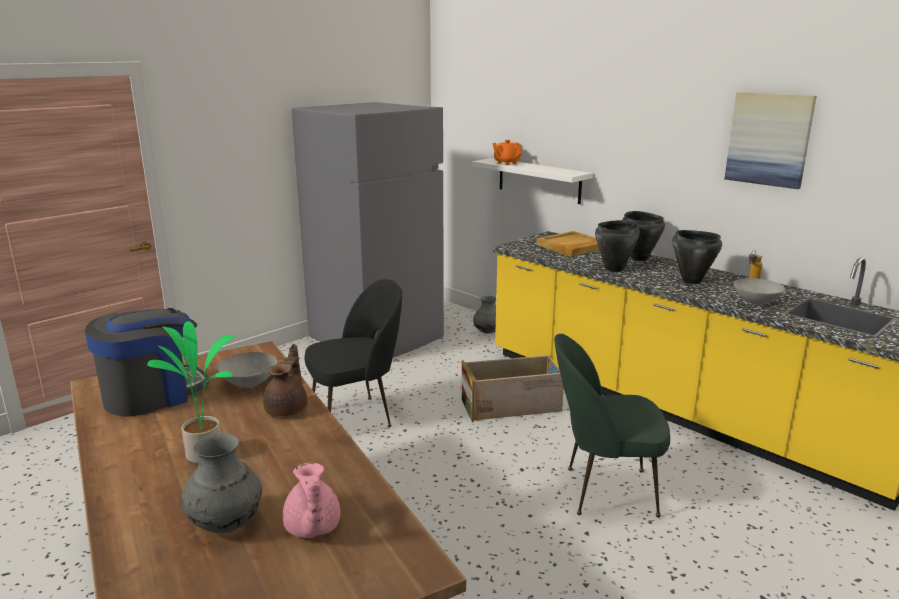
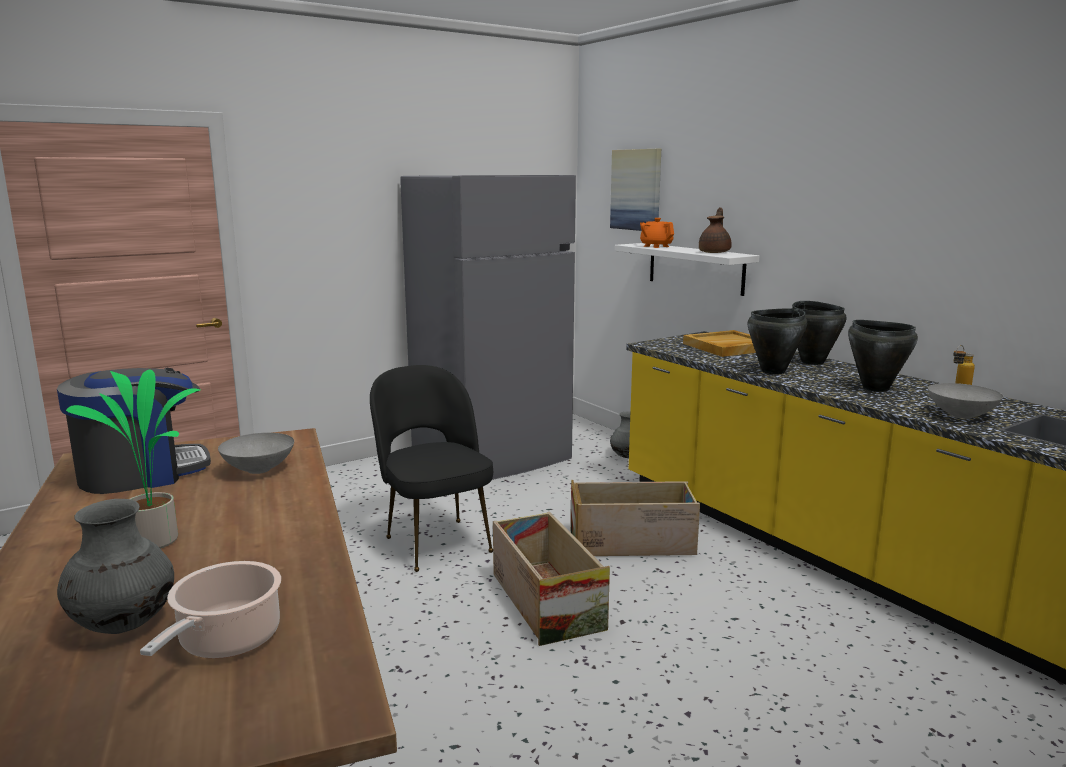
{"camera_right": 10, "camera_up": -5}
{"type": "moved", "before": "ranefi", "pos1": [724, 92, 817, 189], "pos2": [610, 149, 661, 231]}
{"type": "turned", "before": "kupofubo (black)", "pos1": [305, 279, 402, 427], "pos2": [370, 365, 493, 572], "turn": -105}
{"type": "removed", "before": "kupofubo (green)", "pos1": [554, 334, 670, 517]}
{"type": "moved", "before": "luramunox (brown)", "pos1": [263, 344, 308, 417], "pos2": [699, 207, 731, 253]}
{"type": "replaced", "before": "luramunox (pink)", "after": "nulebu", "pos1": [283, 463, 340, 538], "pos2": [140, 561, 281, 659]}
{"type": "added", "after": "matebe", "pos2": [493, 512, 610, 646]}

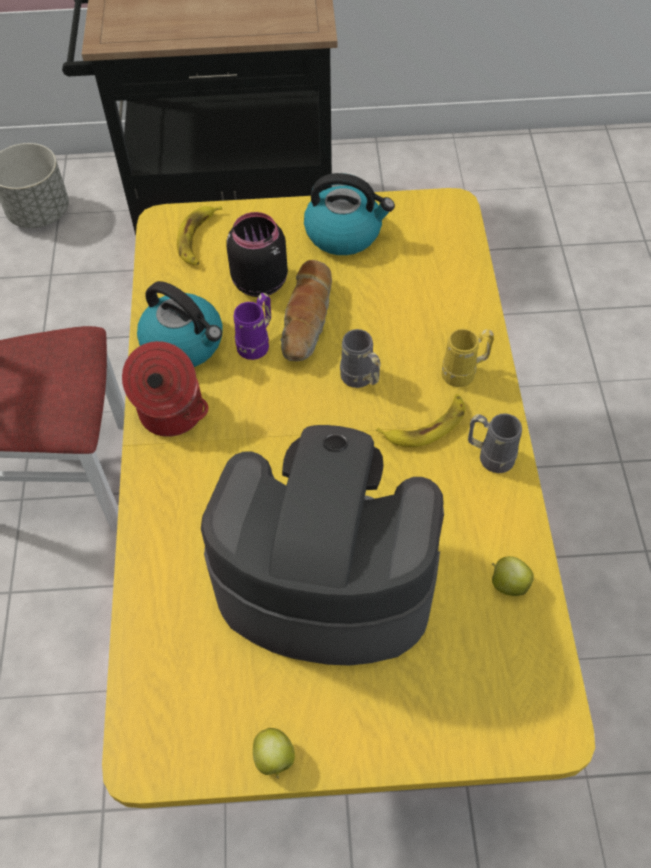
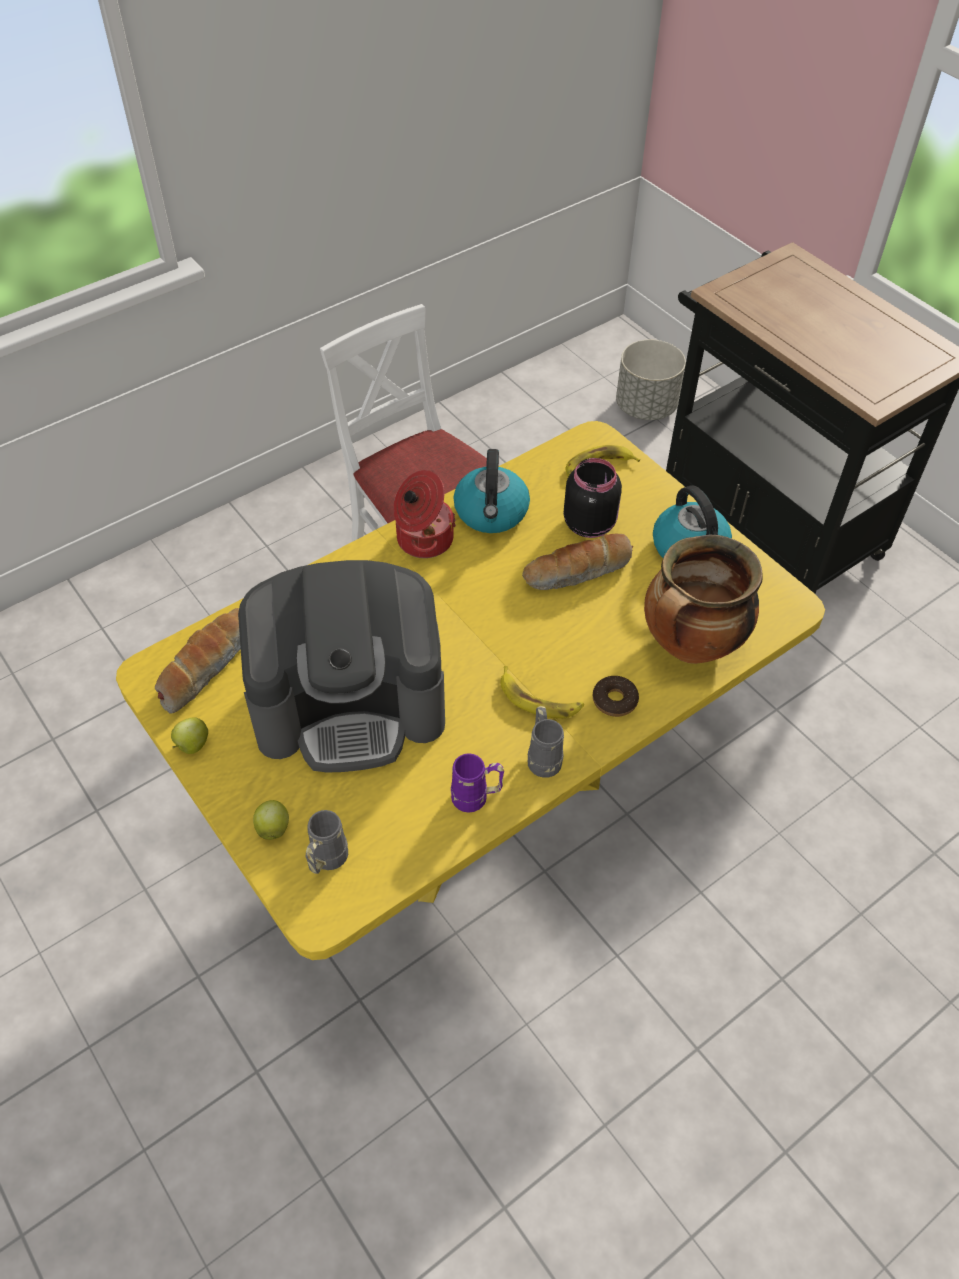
{"camera_right": 55, "camera_up": -5}
{"type": "moved", "before": "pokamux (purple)", "pos1": [234, 293, 271, 360], "pos2": [451, 753, 504, 813]}
{"type": "replaced", "before": "pokamux (yellow)", "after": "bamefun", "pos1": [441, 328, 494, 387], "pos2": [593, 676, 639, 717]}
{"type": "moved", "before": "pokamux (grey)", "pos1": [340, 329, 381, 388], "pos2": [306, 810, 348, 874]}
{"type": "turned", "before": "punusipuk", "pos1": [201, 425, 444, 665], "pos2": [238, 560, 445, 773], "turn": 105}
{"type": "moved", "before": "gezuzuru", "pos1": [492, 556, 534, 596], "pos2": [253, 800, 289, 840]}
{"type": "added", "after": "nulebu", "pos2": [644, 535, 763, 664]}
{"type": "added", "after": "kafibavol", "pos2": [155, 608, 241, 714]}

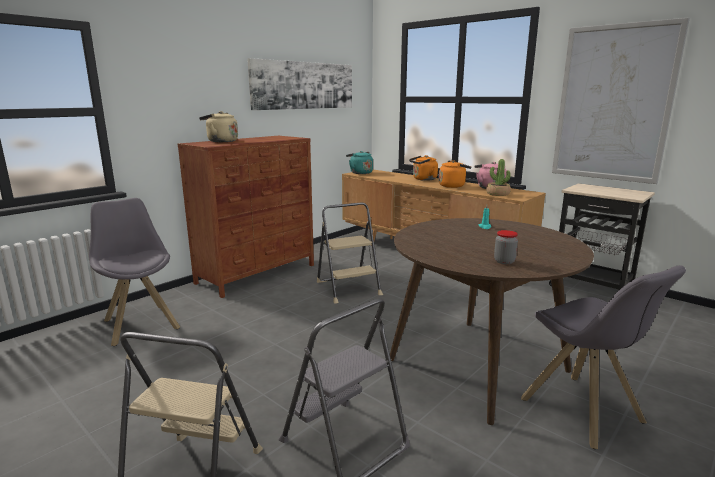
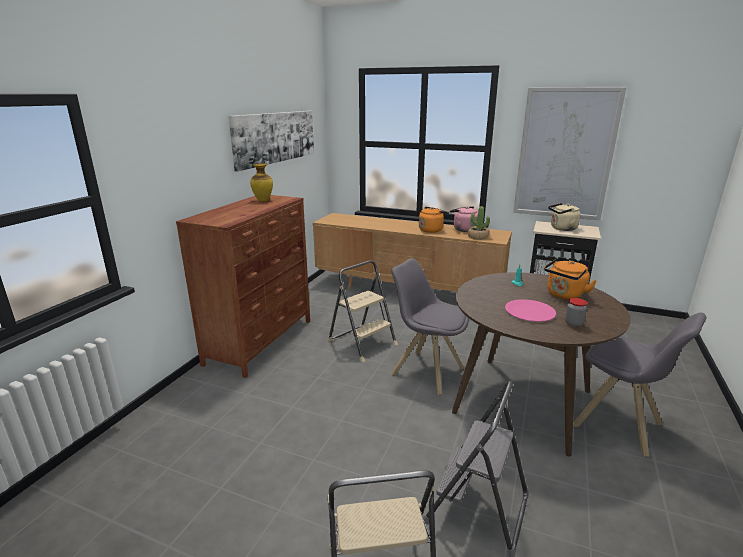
{"camera_right": -20, "camera_up": 5}
{"type": "moved", "before": "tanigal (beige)", "pos1": [199, 111, 238, 142], "pos2": [548, 203, 581, 231]}
{"type": "removed", "before": "tanigal (turquoise)", "pos1": [346, 151, 373, 174]}
{"type": "moved", "before": "tanigal (orange)", "pos1": [409, 155, 438, 181], "pos2": [544, 259, 596, 300]}
{"type": "moved", "before": "kupofubo (grey)", "pos1": [89, 198, 180, 346], "pos2": [391, 258, 469, 395]}
{"type": "added", "after": "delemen", "pos2": [250, 163, 273, 201]}
{"type": "added", "after": "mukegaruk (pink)", "pos2": [505, 299, 556, 322]}

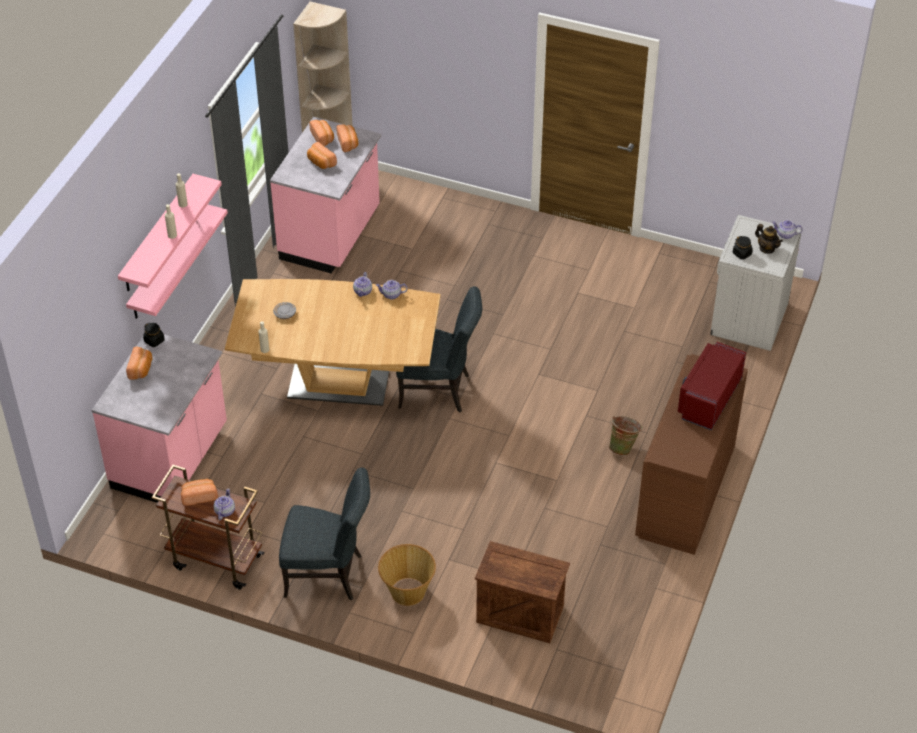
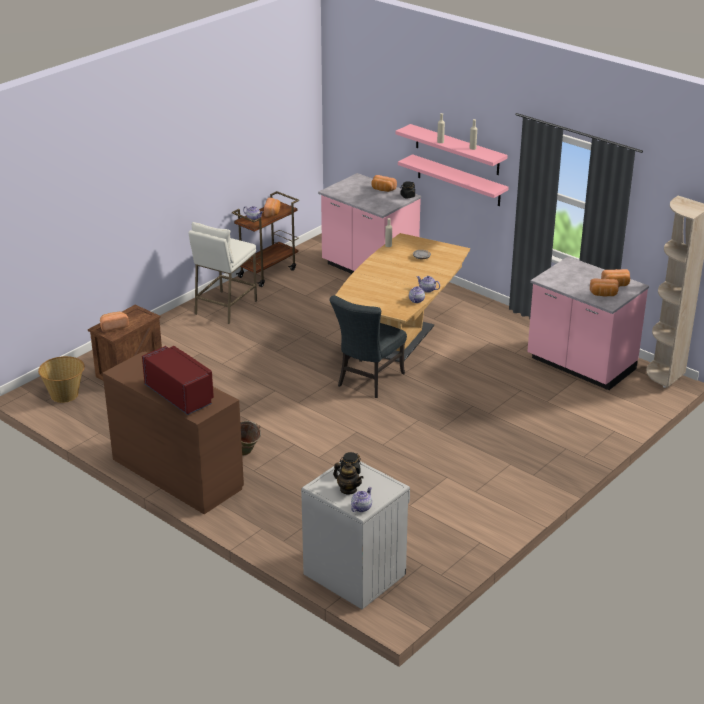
{"camera_right": 110, "camera_up": -15}
{"type": "moved", "before": "kafibavol", "pos1": [307, 142, 337, 169], "pos2": [100, 312, 129, 331]}
{"type": "turned", "before": "luramunox", "pos1": [755, 224, 783, 254], "pos2": [333, 462, 363, 494], "turn": -120}
{"type": "replaced", "before": "kupofubo (grey)", "after": "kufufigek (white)", "pos1": [279, 467, 370, 601], "pos2": [188, 222, 257, 324]}
{"type": "moved", "before": "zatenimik", "pos1": [378, 544, 436, 606], "pos2": [38, 356, 85, 403]}

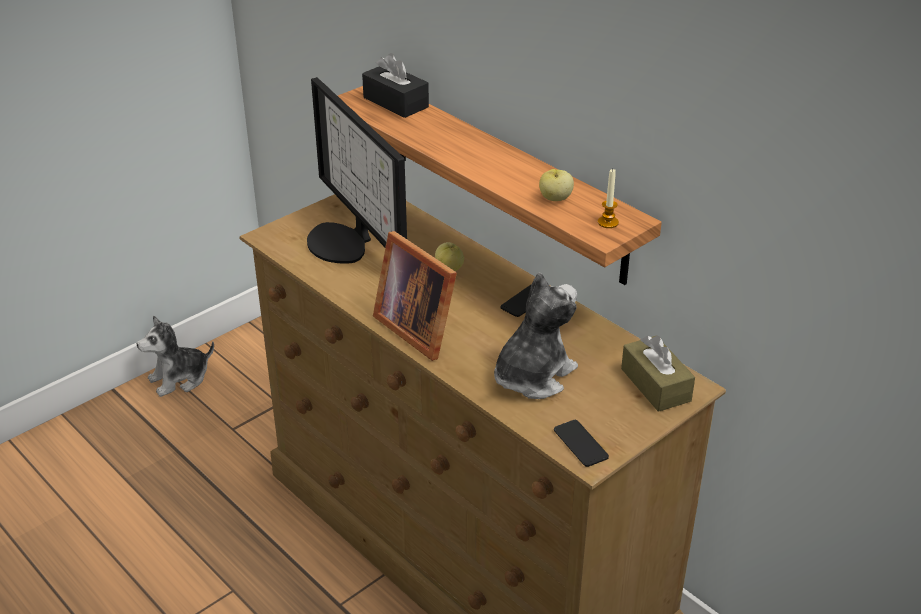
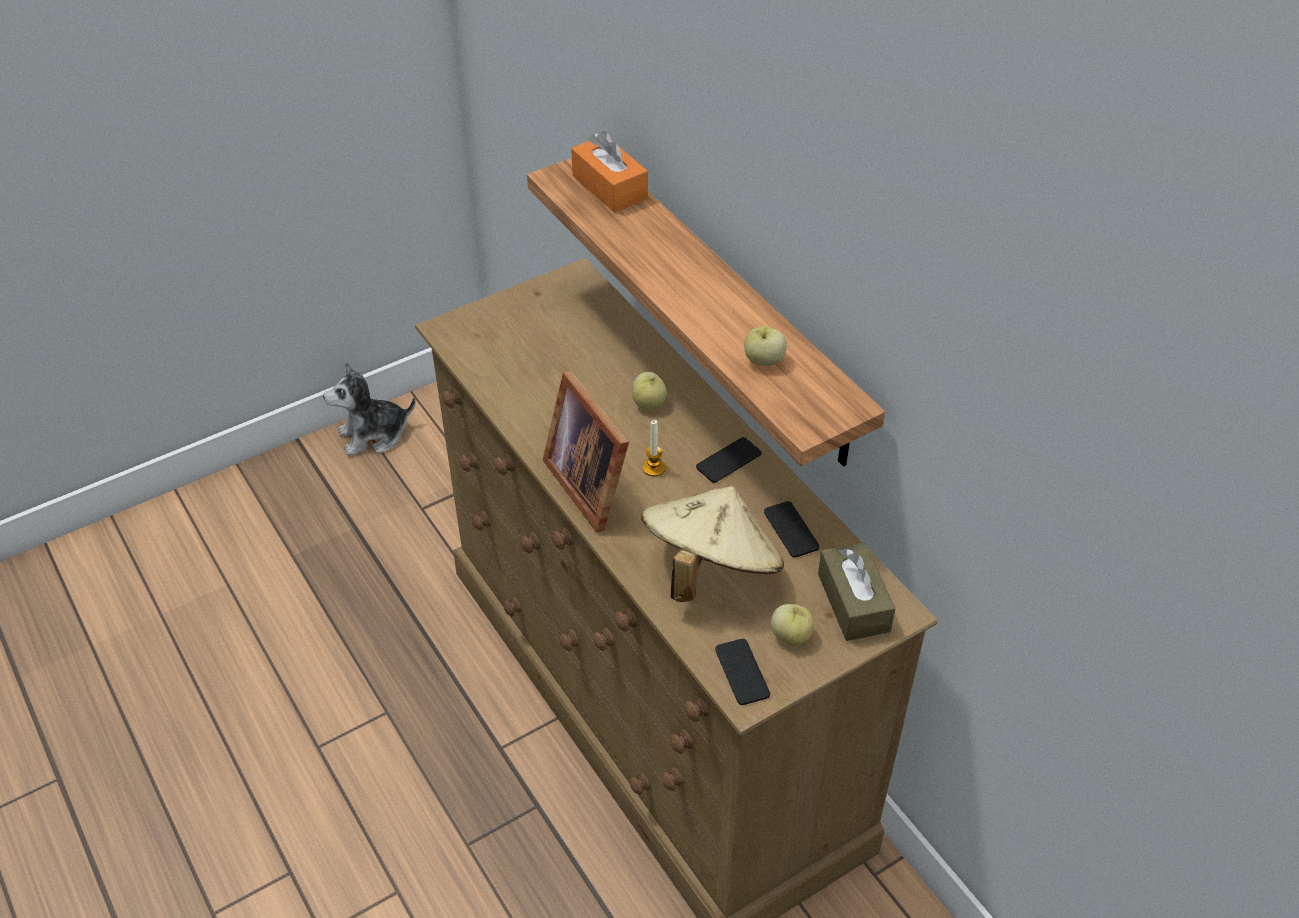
{"camera_right": 10, "camera_up": 10}
{"type": "recoloured", "before": "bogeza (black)", "after": "bogeza (orange)", "pos1": [362, 53, 429, 118], "pos2": [571, 131, 648, 213]}
{"type": "removed", "before": "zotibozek", "pos1": [307, 77, 407, 264]}
{"type": "moved", "before": "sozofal", "pos1": [598, 169, 619, 228], "pos2": [643, 420, 666, 476]}
{"type": "replaced", "before": "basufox", "after": "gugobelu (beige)", "pos1": [494, 272, 578, 399], "pos2": [641, 485, 784, 602]}
{"type": "added", "after": "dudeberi", "pos2": [764, 501, 819, 558]}
{"type": "added", "after": "gezuzuru", "pos2": [771, 604, 814, 646]}

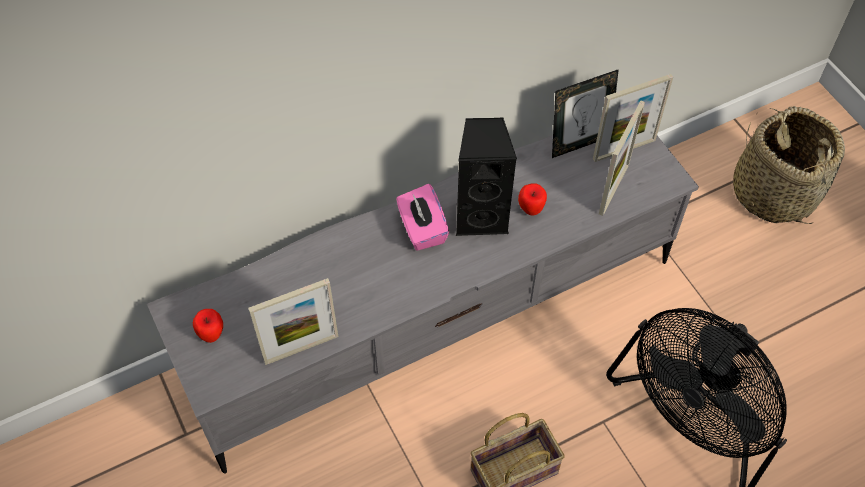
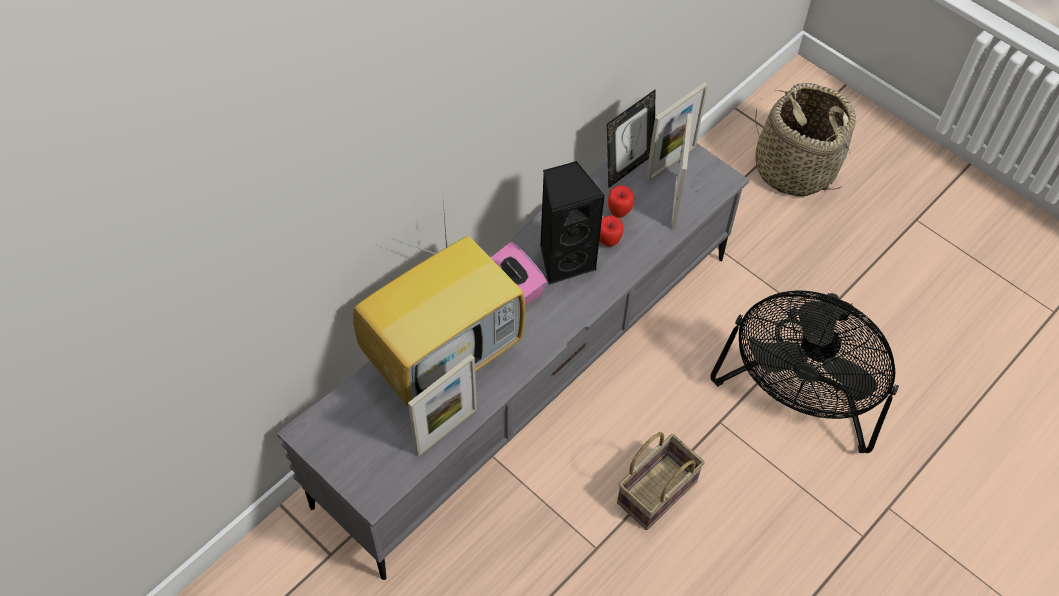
{"camera_right": -20, "camera_up": 0}
{"type": "moved", "before": "gezuzuru", "pos1": [193, 309, 223, 343], "pos2": [608, 185, 634, 218]}
{"type": "added", "after": "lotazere", "pos2": [353, 199, 525, 408]}

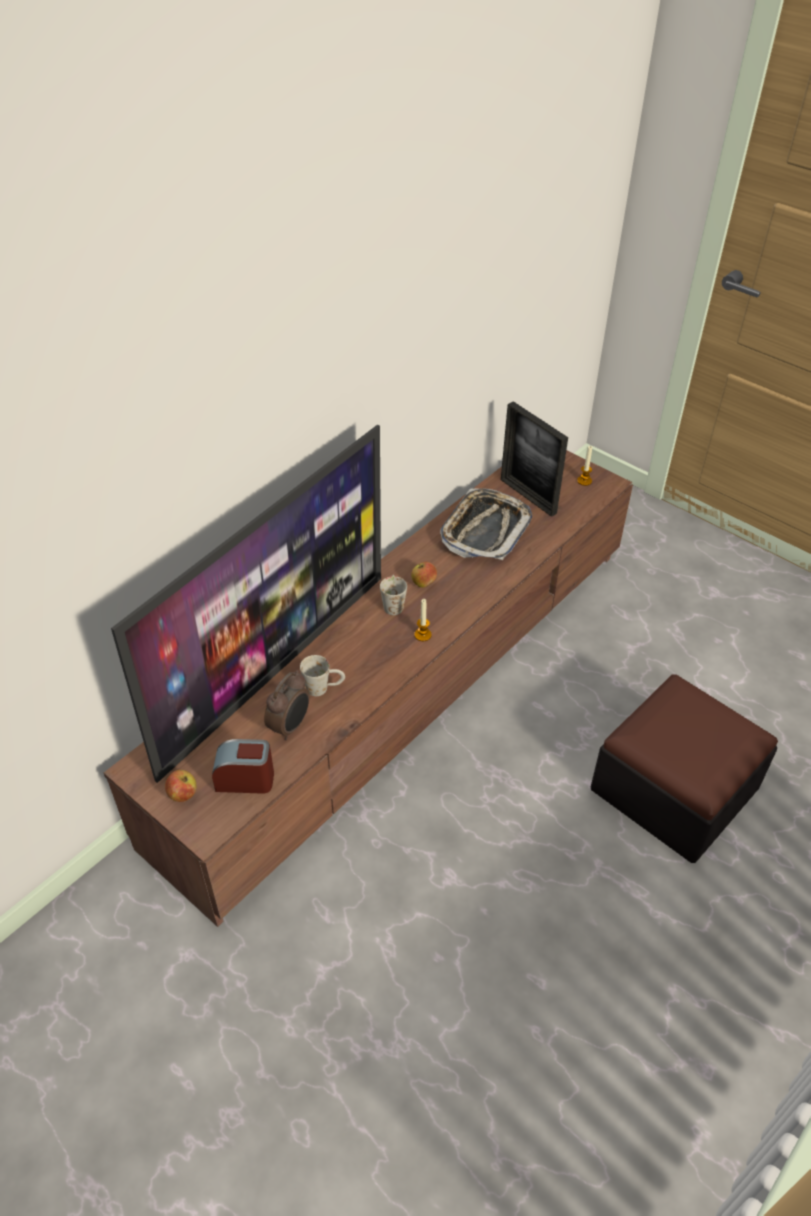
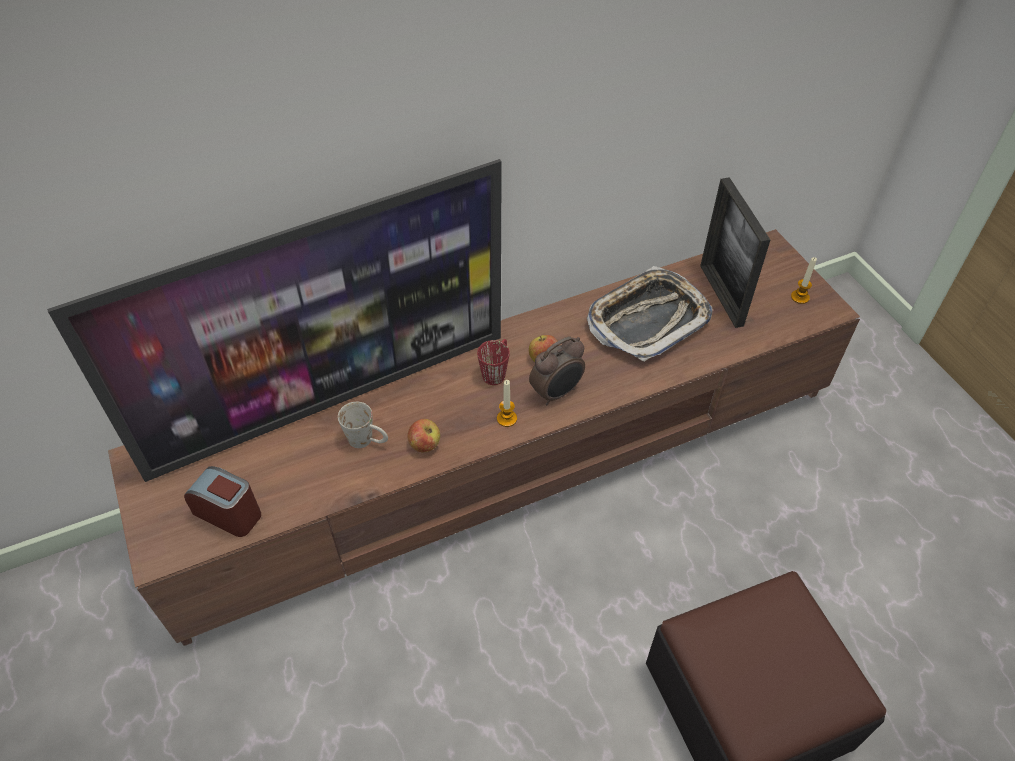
{"camera_right": 25, "camera_up": 5}
{"type": "recoloured", "before": "pokamux (white)", "after": "pokamux (red)", "pos1": [380, 575, 407, 615], "pos2": [477, 339, 510, 385]}
{"type": "moved", "before": "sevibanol", "pos1": [264, 670, 309, 740], "pos2": [529, 336, 585, 405]}
{"type": "moved", "before": "gezuzuru", "pos1": [165, 770, 196, 802], "pos2": [407, 419, 440, 452]}

